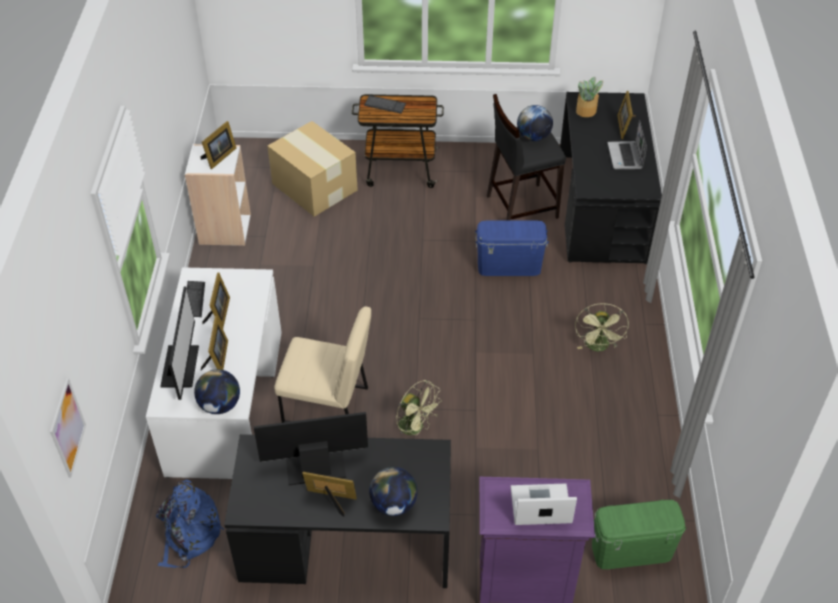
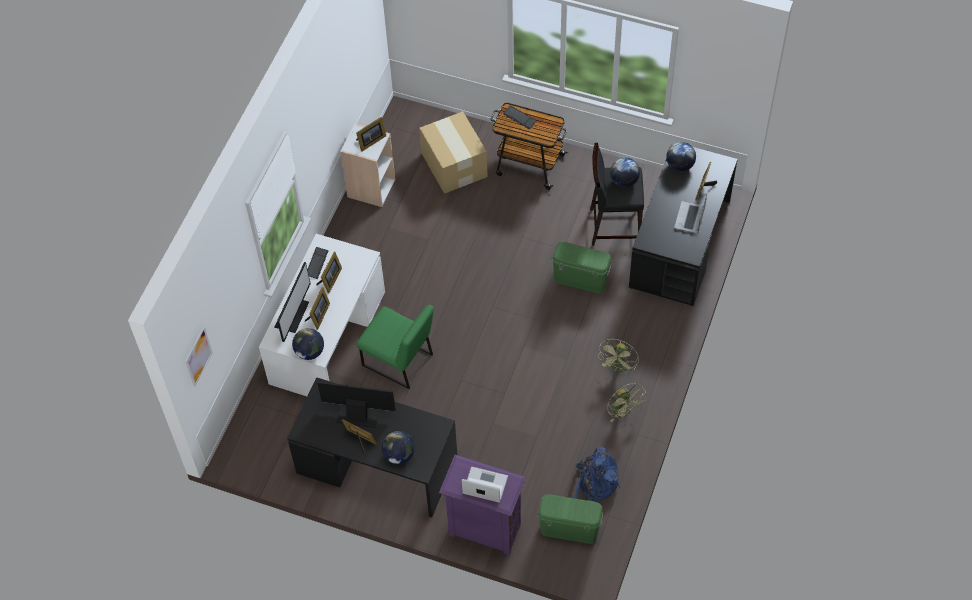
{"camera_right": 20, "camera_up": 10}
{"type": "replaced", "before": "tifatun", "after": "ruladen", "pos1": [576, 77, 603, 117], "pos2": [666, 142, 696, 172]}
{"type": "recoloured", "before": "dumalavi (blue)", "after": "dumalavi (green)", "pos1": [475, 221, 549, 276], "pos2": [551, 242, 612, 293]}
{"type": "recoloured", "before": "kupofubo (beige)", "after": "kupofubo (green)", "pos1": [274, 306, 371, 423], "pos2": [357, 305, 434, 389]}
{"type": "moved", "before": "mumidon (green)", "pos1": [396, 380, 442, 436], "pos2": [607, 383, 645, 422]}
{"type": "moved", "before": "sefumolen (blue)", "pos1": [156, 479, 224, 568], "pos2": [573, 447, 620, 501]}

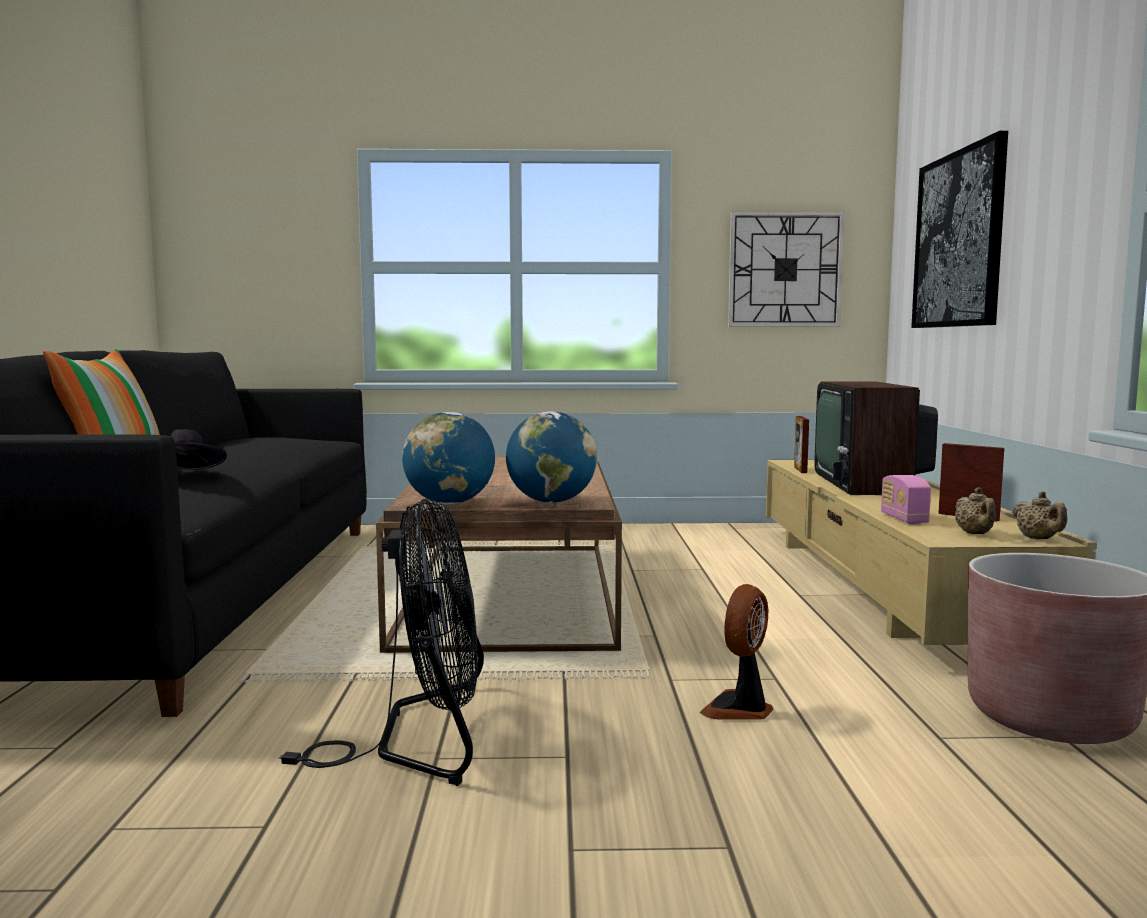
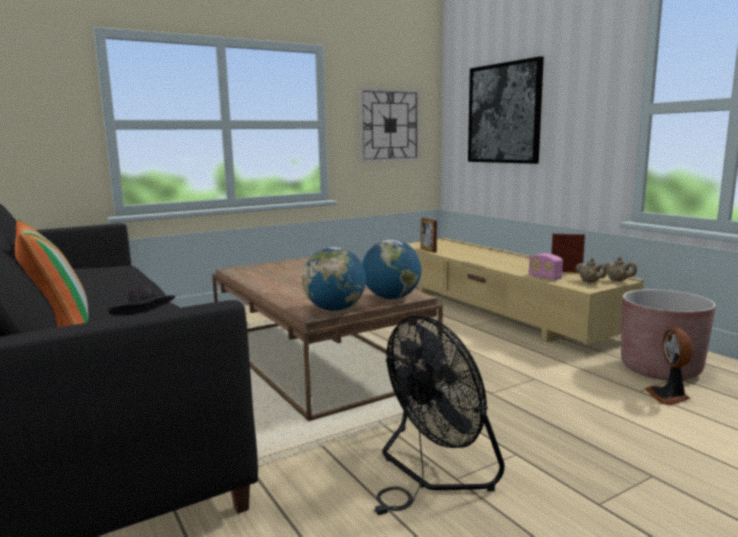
{"camera_right": -30, "camera_up": 5}
{"type": "removed", "before": "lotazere", "pos1": [814, 382, 938, 495]}
{"type": "moved", "before": "mumidon", "pos1": [700, 584, 773, 720], "pos2": [645, 328, 693, 405]}

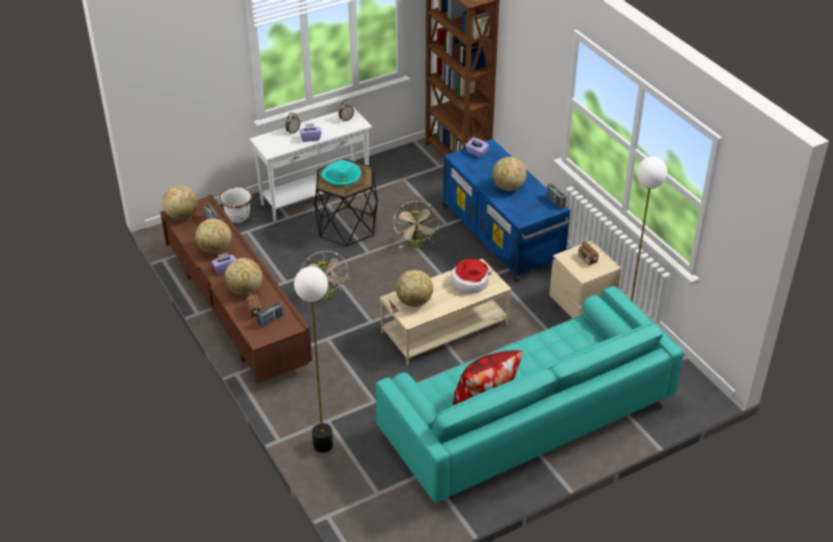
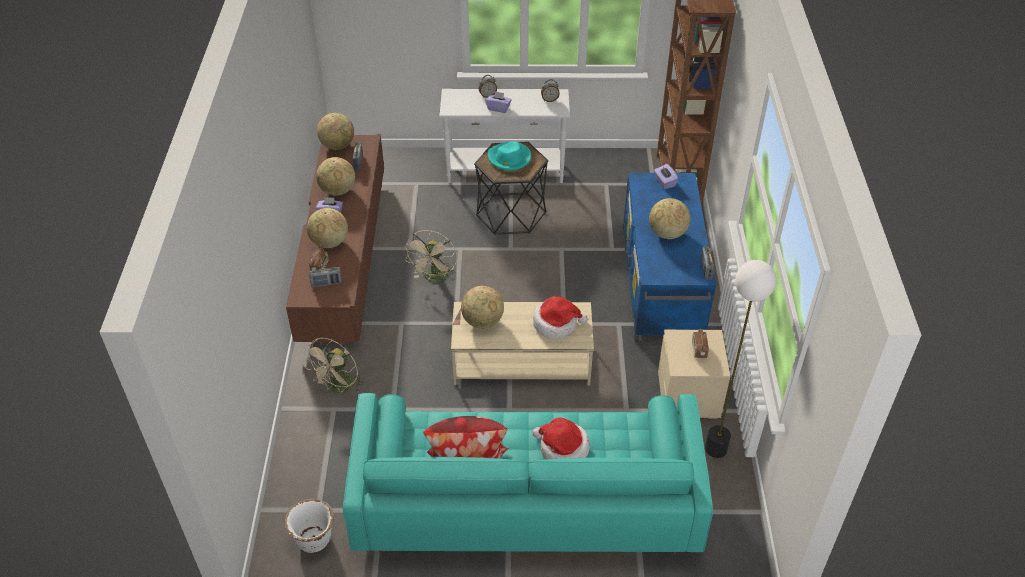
{"camera_right": 30, "camera_up": 5}
{"type": "moved", "before": "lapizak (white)", "pos1": [219, 187, 252, 223], "pos2": [285, 498, 334, 553]}
{"type": "moved", "before": "mumidon (beige)", "pos1": [393, 201, 439, 248], "pos2": [304, 338, 364, 394]}
{"type": "removed", "before": "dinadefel", "pos1": [294, 267, 333, 453]}
{"type": "added", "after": "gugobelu", "pos2": [533, 417, 590, 460]}

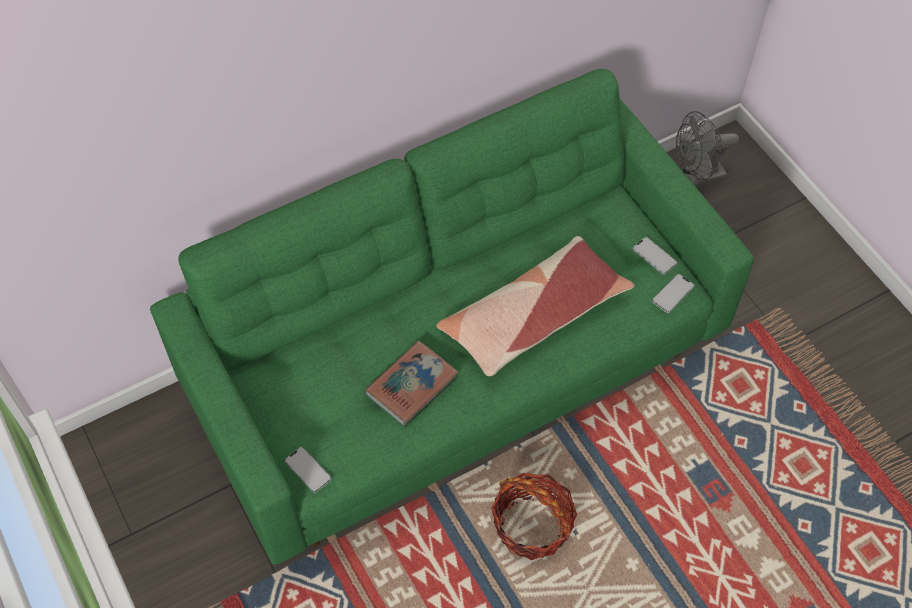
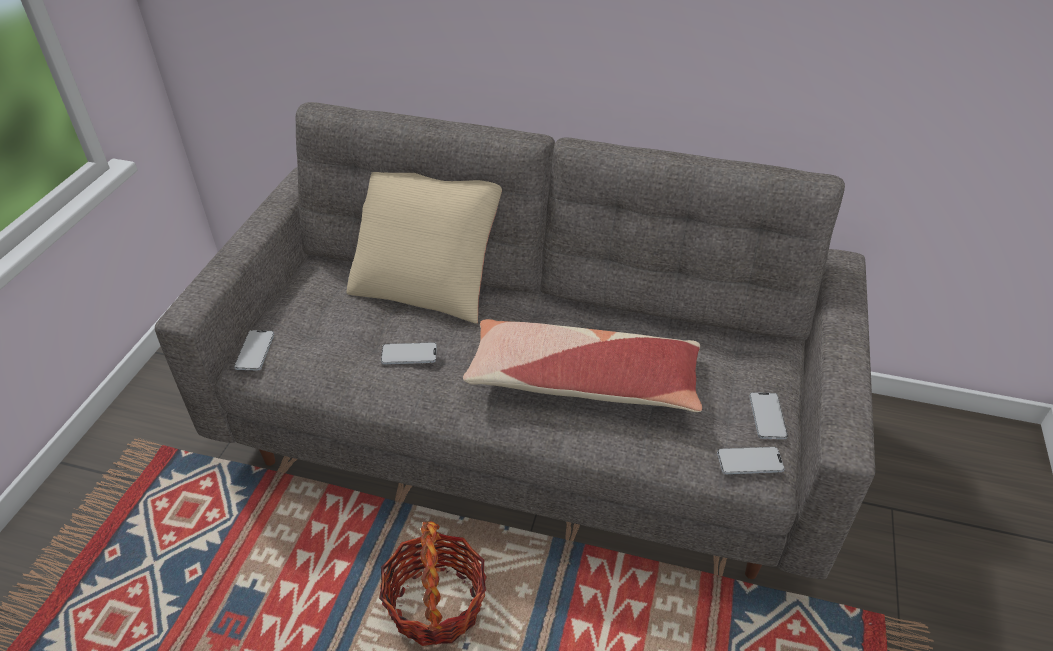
{"camera_right": 45, "camera_up": -15}
{"type": "recoloured", "before": "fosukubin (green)", "after": "fosukubin (grey)", "pos1": [150, 69, 754, 565], "pos2": [155, 102, 875, 580]}
{"type": "removed", "before": "mumidon (grey)", "pos1": [676, 111, 739, 187]}
{"type": "replaced", "before": "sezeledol", "after": "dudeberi", "pos1": [364, 341, 459, 427], "pos2": [381, 342, 437, 364]}
{"type": "added", "after": "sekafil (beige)", "pos2": [346, 172, 502, 324]}

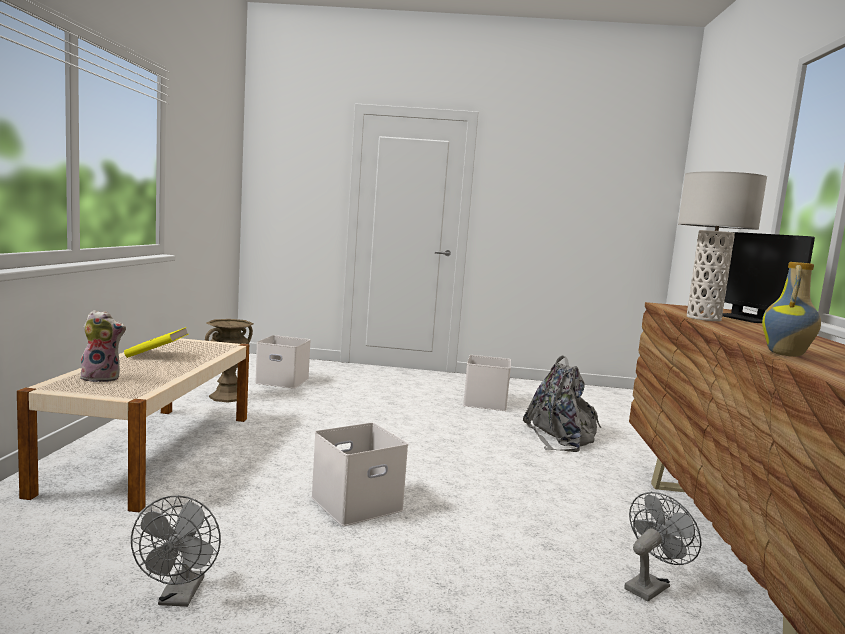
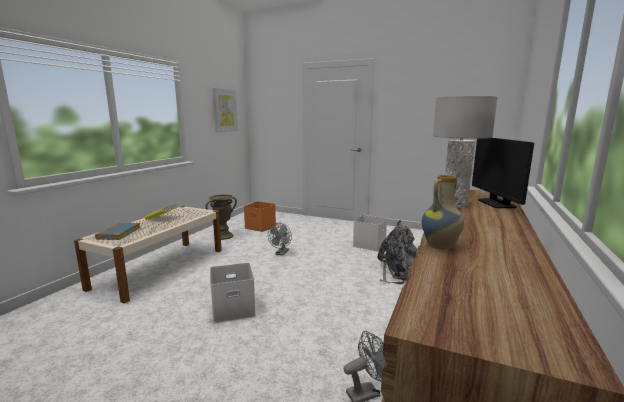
{"camera_right": 20, "camera_up": 5}
{"type": "replaced", "before": "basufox", "after": "sezeledol", "pos1": [80, 310, 126, 382], "pos2": [95, 223, 141, 240]}
{"type": "recoloured", "before": "dumalavi (white)", "after": "dumalavi (orange)", "pos1": [255, 335, 311, 389], "pos2": [244, 201, 276, 232]}
{"type": "moved", "before": "mumidon (grey)", "pos1": [131, 495, 221, 607], "pos2": [268, 223, 292, 256]}
{"type": "added", "after": "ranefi", "pos2": [213, 88, 238, 132]}

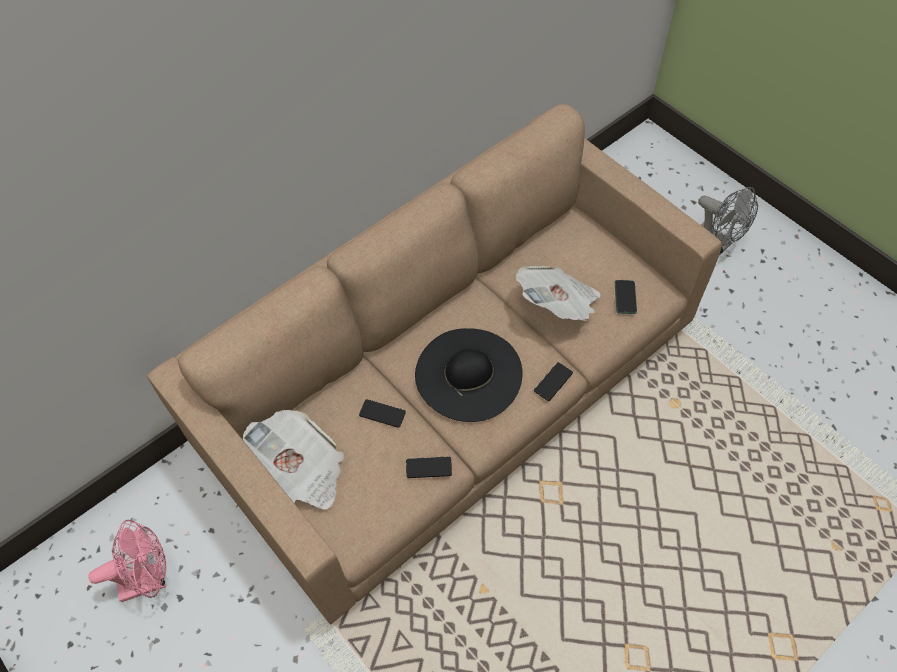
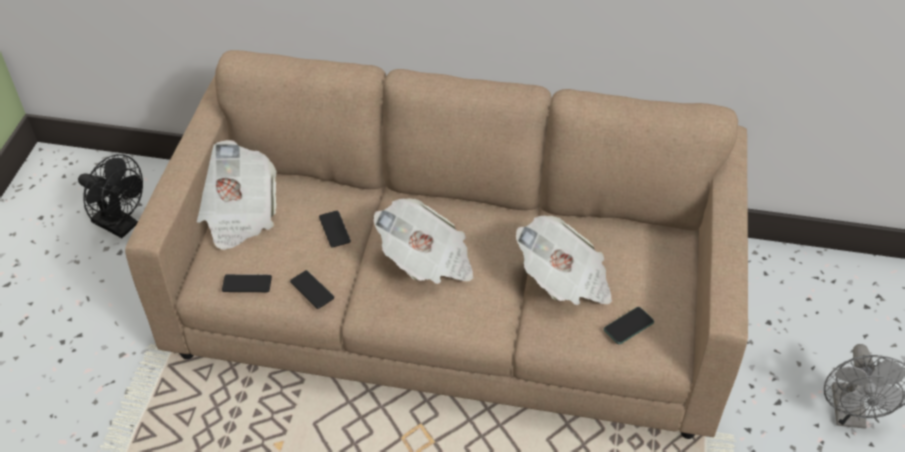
{"camera_right": 50, "camera_up": -10}
{"type": "replaced", "before": "gugobelu (black)", "after": "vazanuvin", "pos1": [415, 328, 523, 422], "pos2": [373, 198, 474, 284]}
{"type": "moved", "before": "dudeberi", "pos1": [534, 362, 573, 401], "pos2": [222, 274, 272, 292]}
{"type": "recoloured", "before": "mumidon (pink)", "after": "mumidon (black)", "pos1": [88, 520, 167, 602], "pos2": [78, 154, 143, 238]}

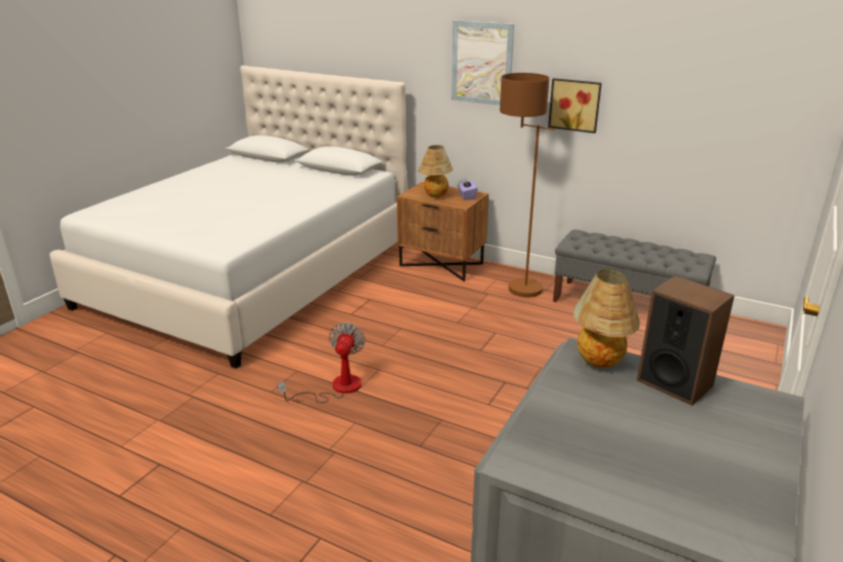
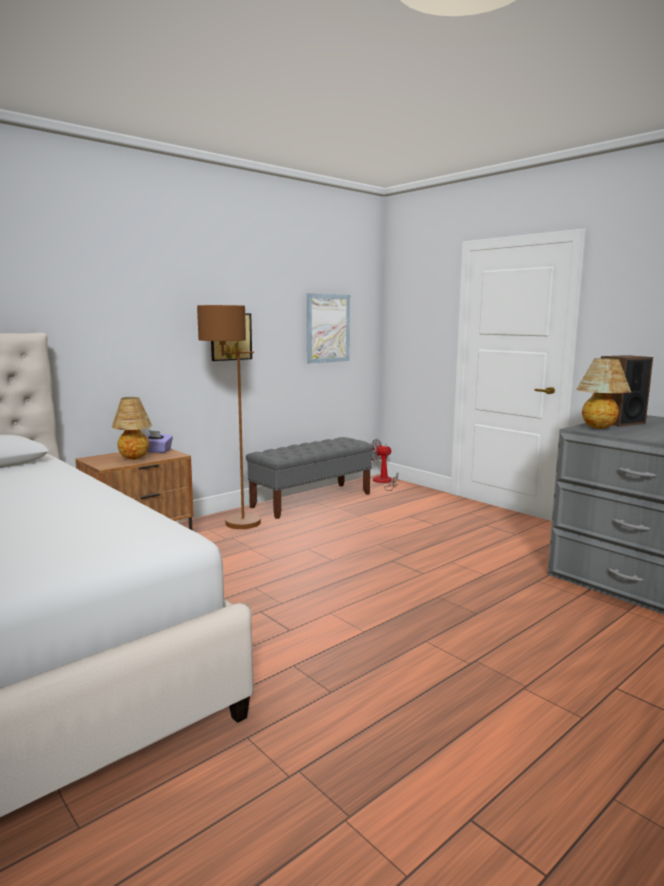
{"camera_right": -70, "camera_up": -15}
{"type": "moved", "before": "ranefi", "pos1": [451, 20, 514, 105], "pos2": [307, 293, 350, 364]}
{"type": "moved", "before": "mumidon", "pos1": [277, 322, 366, 403], "pos2": [371, 438, 398, 491]}

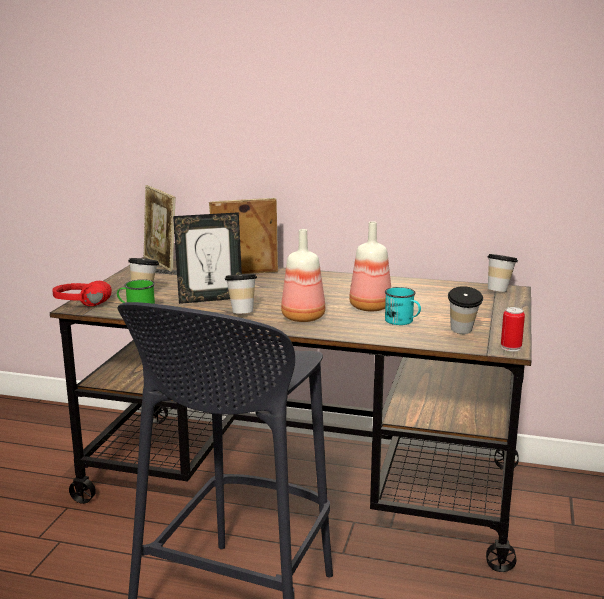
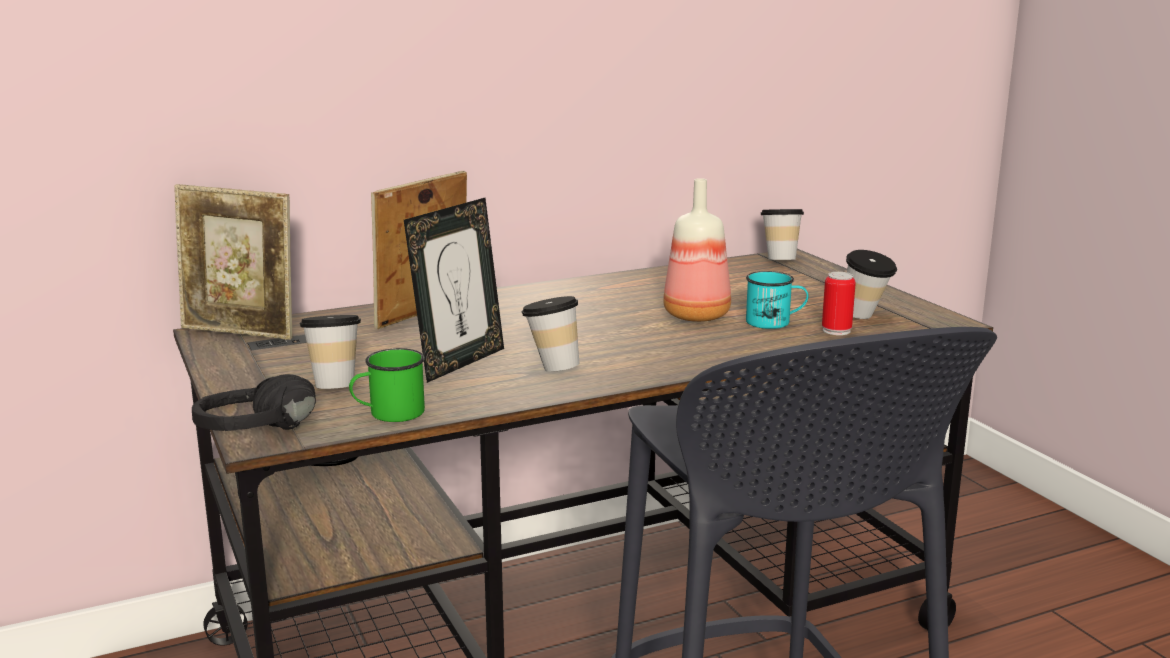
{"camera_right": -40, "camera_up": 0}
{"type": "removed", "before": "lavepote", "pos1": [281, 229, 325, 322]}
{"type": "recoloured", "before": "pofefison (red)", "after": "pofefison (black)", "pos1": [52, 281, 112, 306], "pos2": [192, 374, 316, 431]}
{"type": "moved", "before": "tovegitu", "pos1": [501, 307, 525, 352], "pos2": [822, 272, 856, 335]}

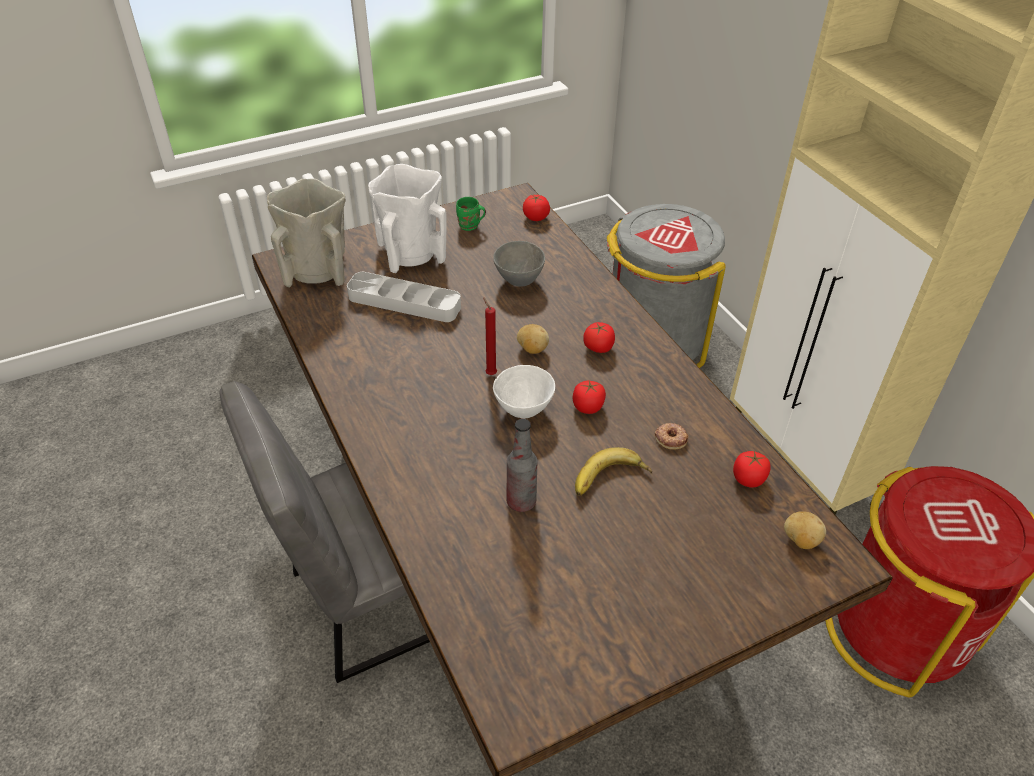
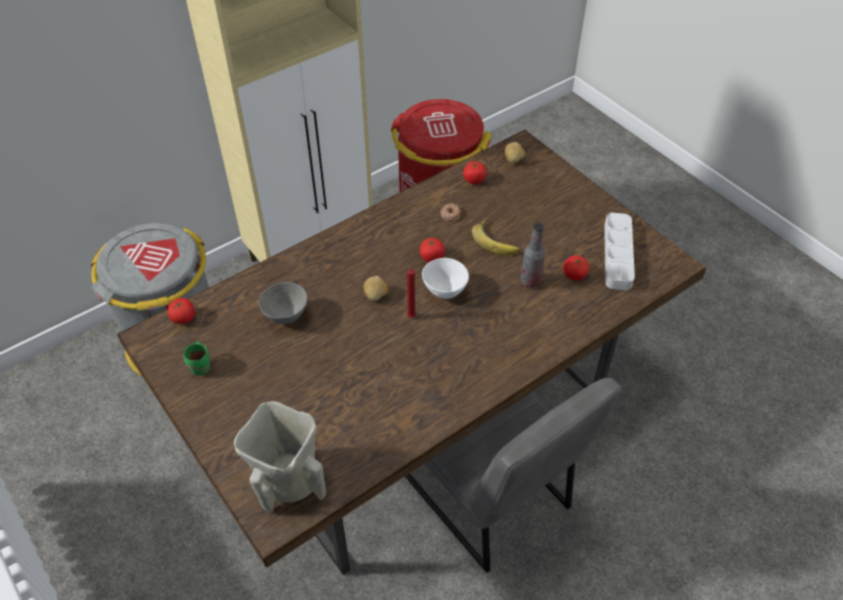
{"camera_right": -100, "camera_up": 5}
{"type": "removed", "before": "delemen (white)", "pos1": [368, 164, 447, 273]}
{"type": "moved", "before": "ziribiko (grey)", "pos1": [347, 272, 461, 322], "pos2": [604, 213, 635, 290]}
{"type": "moved", "before": "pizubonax", "pos1": [583, 322, 615, 353], "pos2": [563, 255, 590, 281]}

